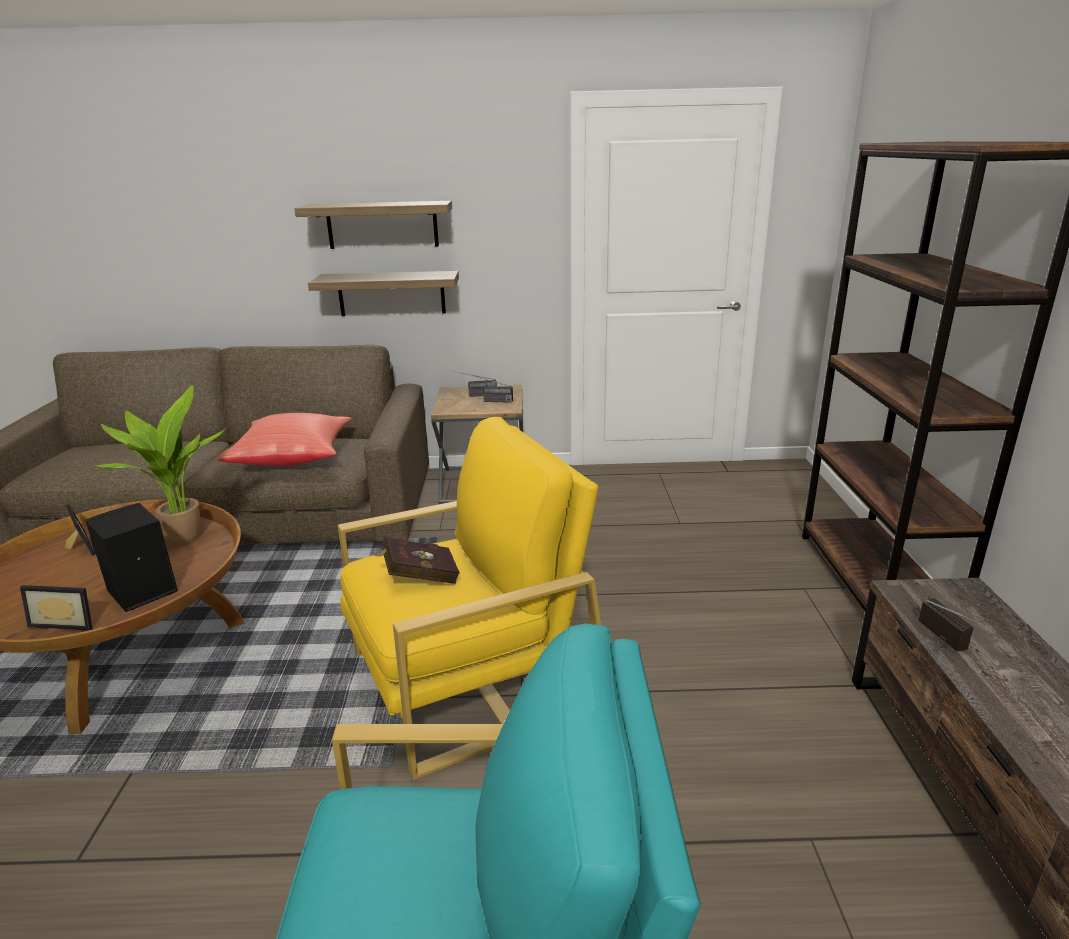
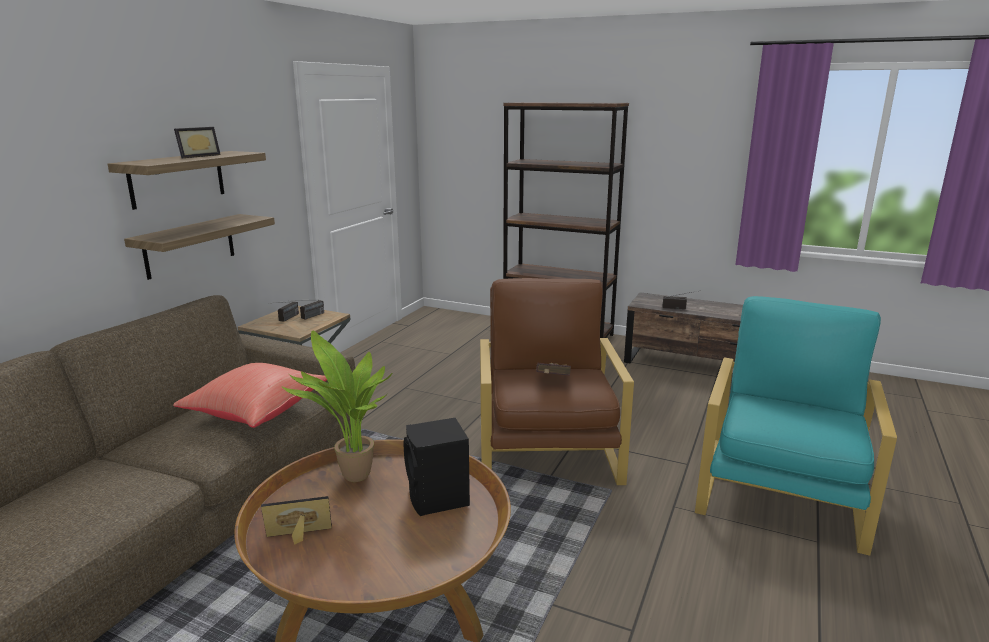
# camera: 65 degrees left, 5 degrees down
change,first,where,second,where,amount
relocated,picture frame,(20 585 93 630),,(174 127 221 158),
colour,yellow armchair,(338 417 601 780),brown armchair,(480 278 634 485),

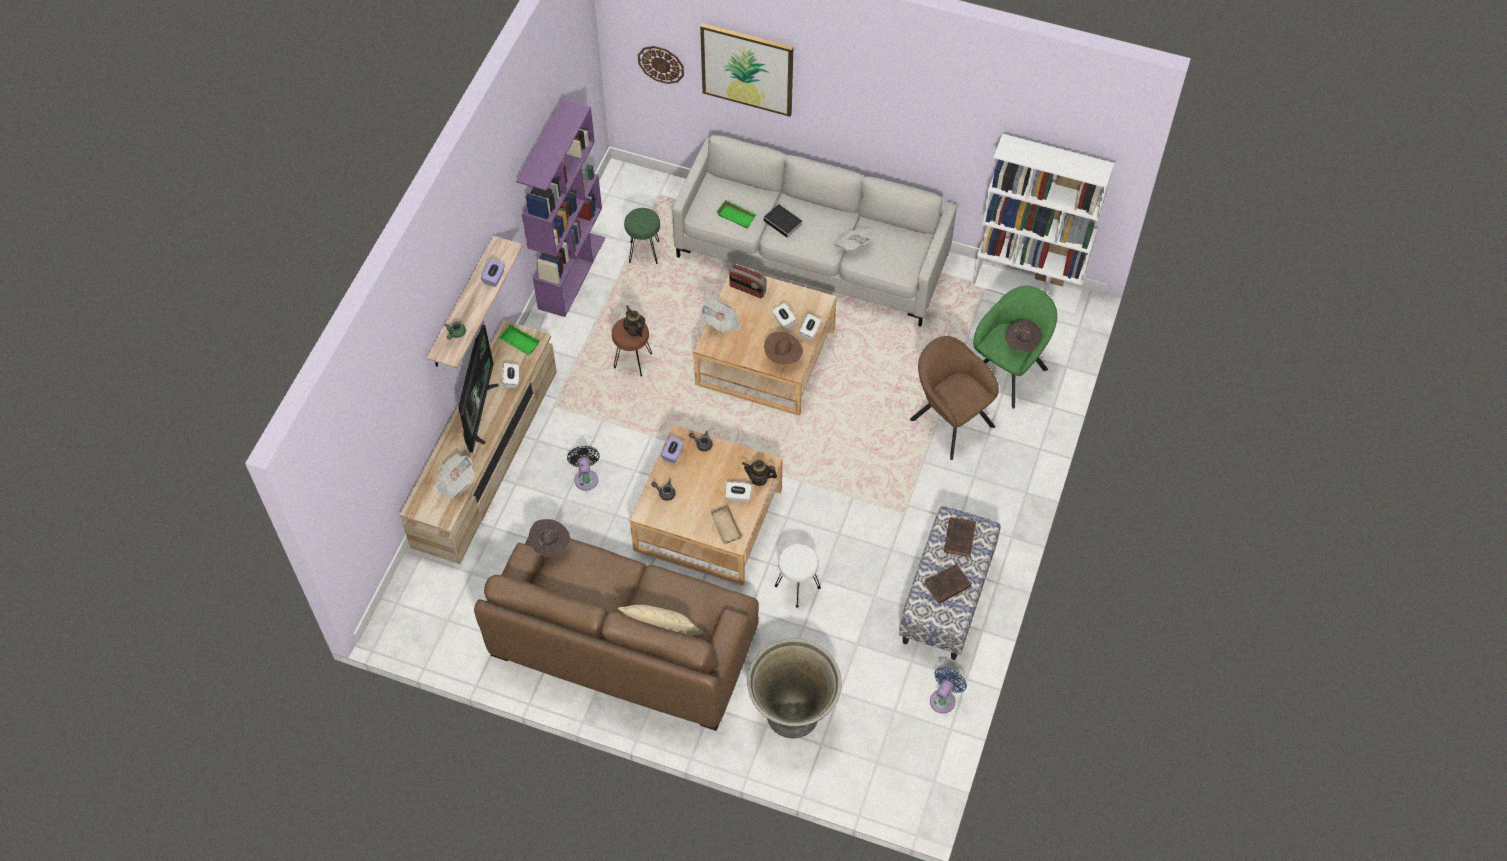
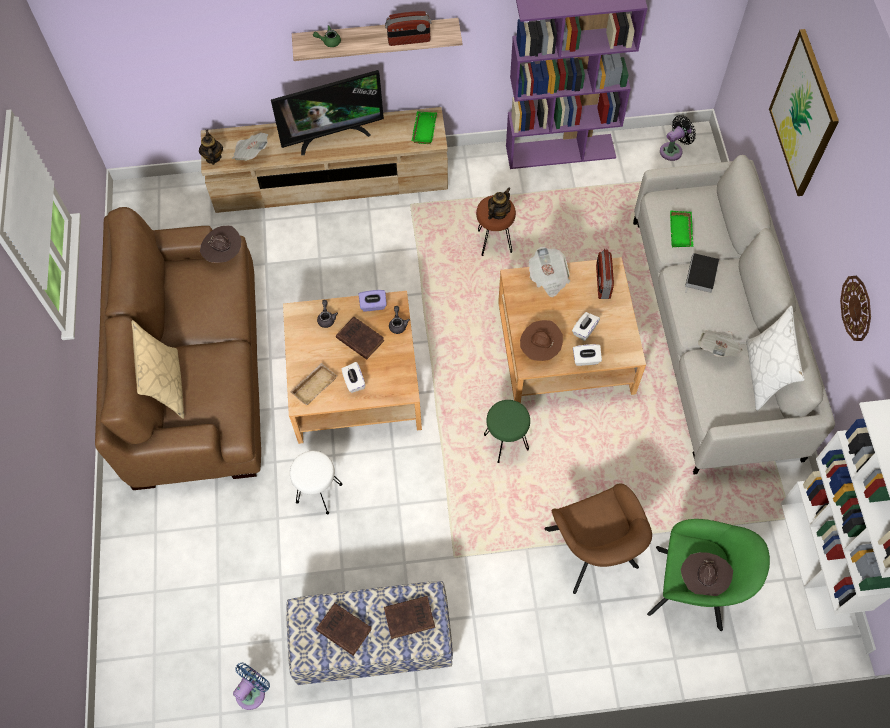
# camera: 65 degrees right, 5 degrees up
change,first,where,second,where,amount
relocated,teapot,(742 460 777 486),,(199 130 223 165),
spun,blue fan,(930 667 967 714),,(233 662 270 710),60 degrees counterclockwise
appeared,,,brown book,(336 317 384 360),
exchanged,purple tissue box,(481 259 505 287),radio,(385 11 431 46),
relocated,green stool,(624 208 660 264),,(484 400 530 463),
spun,brown armchair,(910 336 999 460),,(545 483 652 594),135 degrees clockwise
relocated,black fan,(567 446 600 491),,(660 115 696 161),
appeared,,,white pillow,(746 306 805 411),
relocated,wall clock,(638 46 684 84),,(840 276 871 341),
missing,white tissue box,(502 363 519 388),,,
missing,grey planter,(747 639 842 739),,,

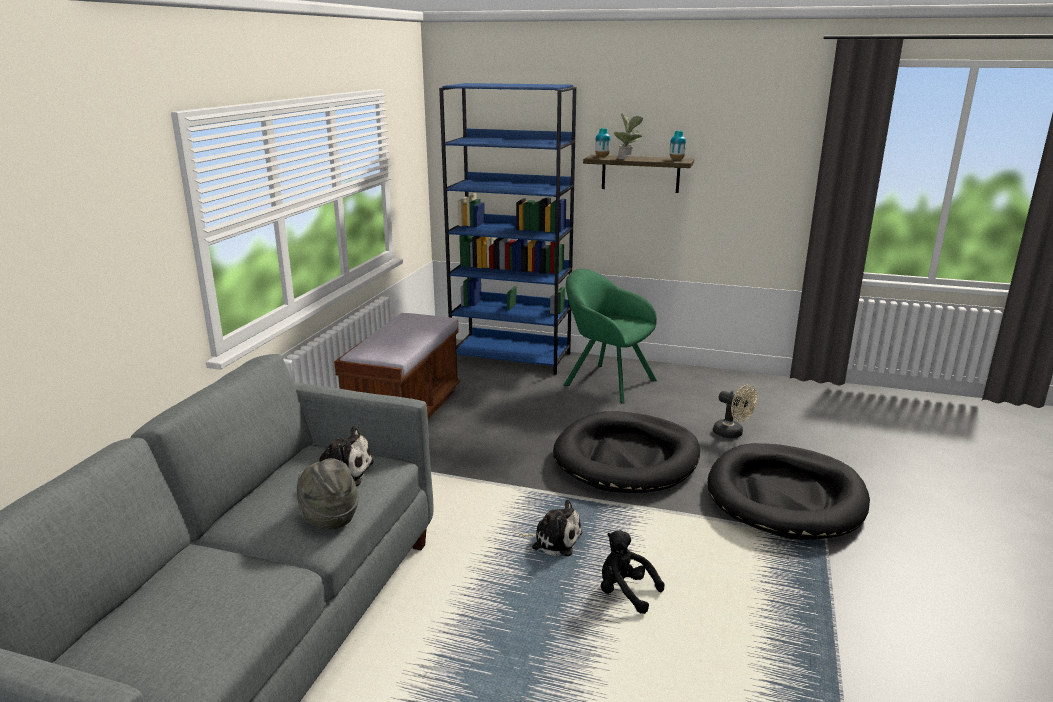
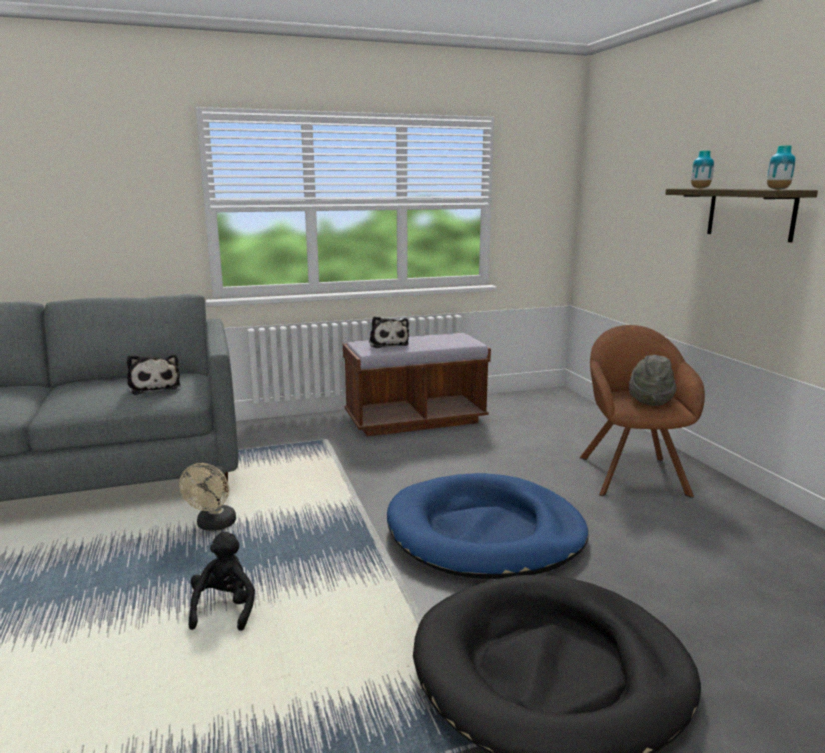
# camera: 55 degrees right, 5 degrees down
change,first,where,second,where,amount
relocated,beige fan,(713 385 757 438),,(179 463 236 531),
relocated,plush toy,(517 499 582 556),,(369 316 409 348),
colour,black dog bed,(553 411 700 493),blue dog bed,(387 473 589 579),
colour,green armchair,(563 269 657 404),brown armchair,(580 325 705 498),
relocated,grey hat,(297 458 359 530),,(629 355 677 406),
missing,blue bookcase,(439 83 577 375),,,
missing,potted plant,(614 114 643 159),,,

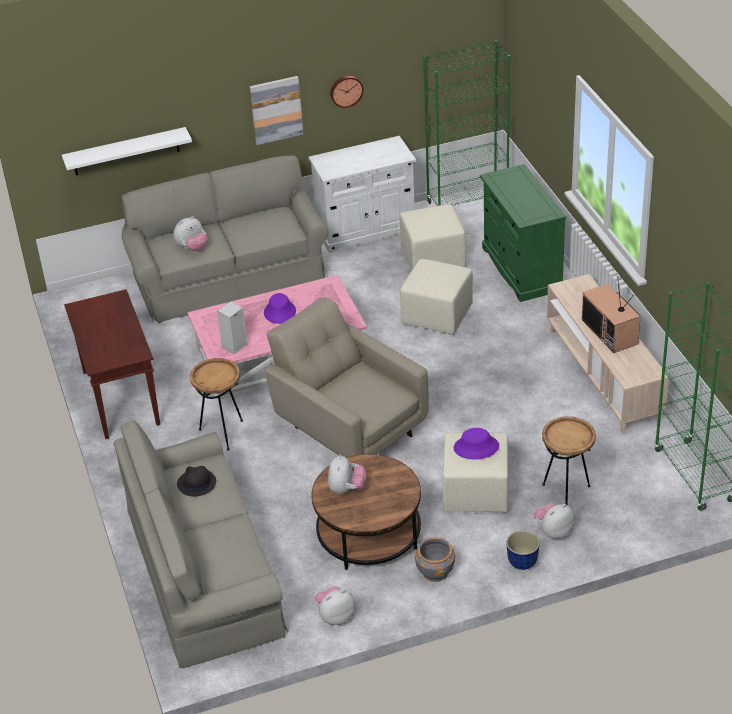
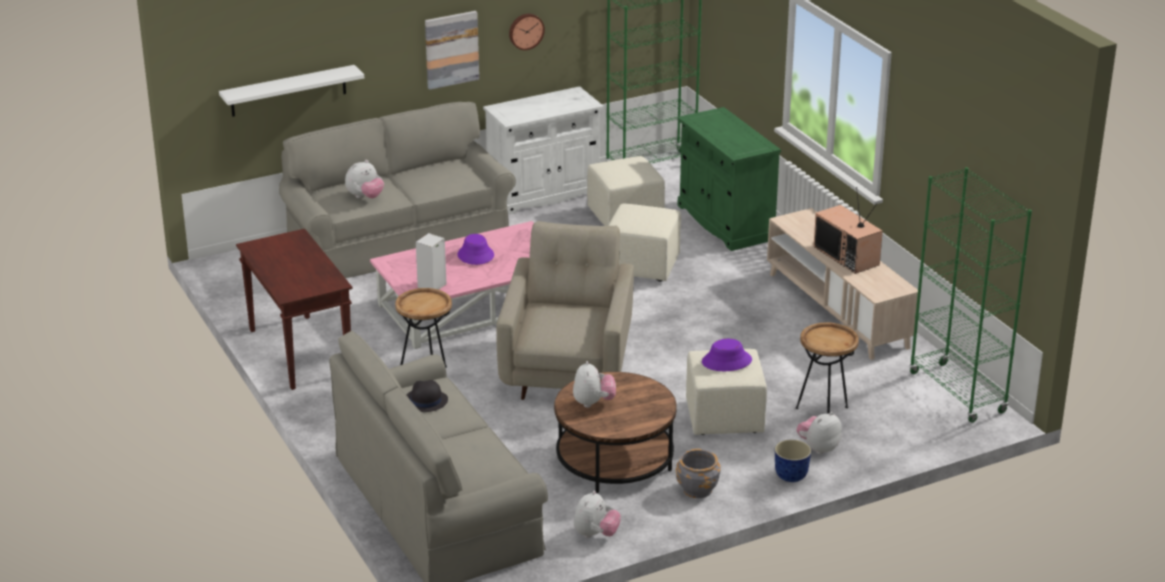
# camera: 10 degrees left, 10 degrees down
change,first,where,second,where,amount
spun,beige armchair,(265 297 429 457),,(496 221 634 400),60 degrees clockwise
spun,plush toy,(315 586 355 625),,(574 491 621 538),150 degrees clockwise

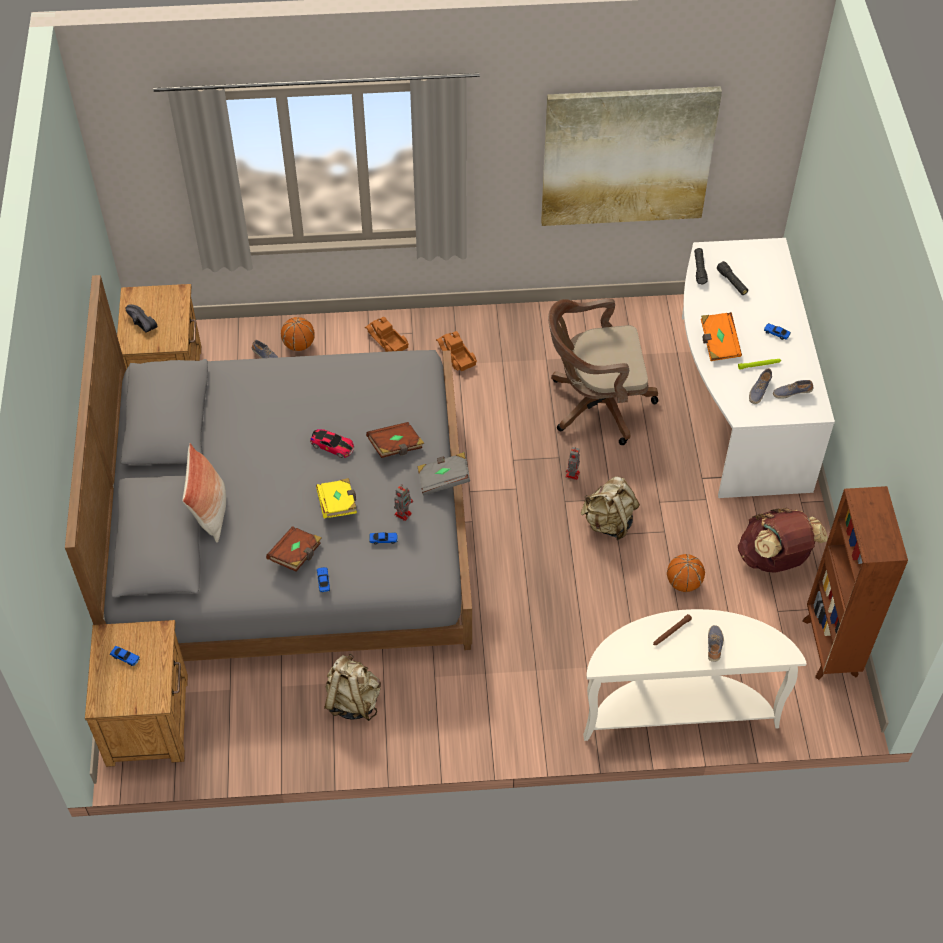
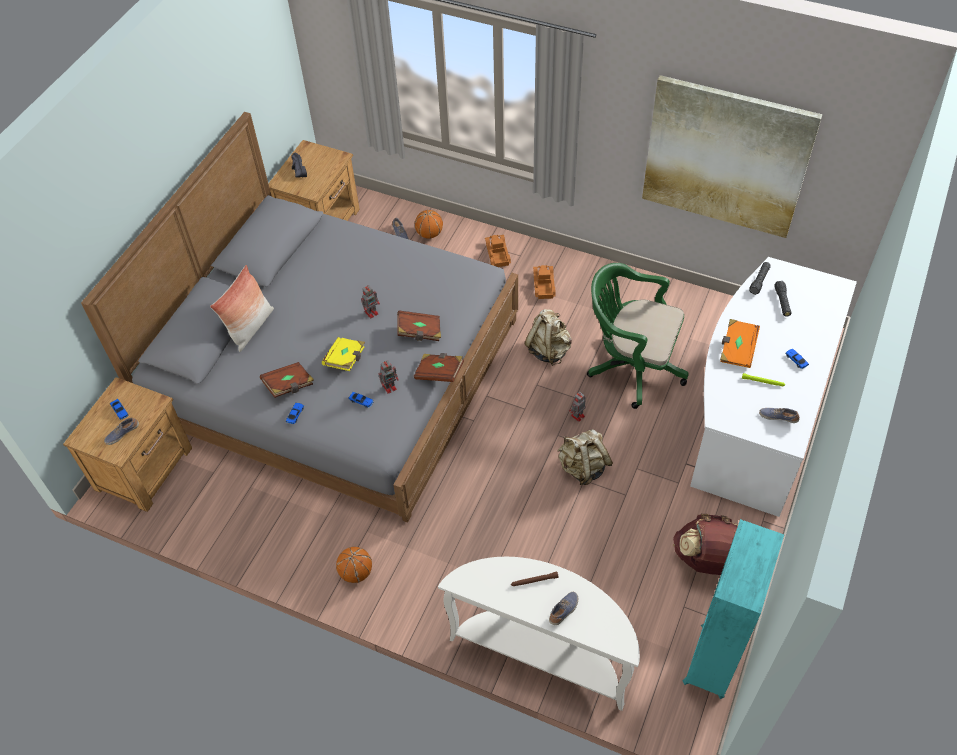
# camera: 30 degrees right, 0 degrees up
change,first,where,second,where,amount
relocated,shoe,(749 368 772 404),,(104 417 139 445),
relocated,basketball,(667 554 705 592),,(336 547 372 583),
exchanged,toy car,(310 429 354 458),toy robot,(361 285 380 318),
colour,grey book,(418 452 470 495),brown book,(414 353 464 382),
relocated,beige backpack,(324 654 381 721),,(525 309 572 366),
colour,brown office chair,(548 298 658 445),green office chair,(587 263 689 409),
colour,brown bookcase,(802 486 908 680),turquoise bookcase,(683 519 784 699),

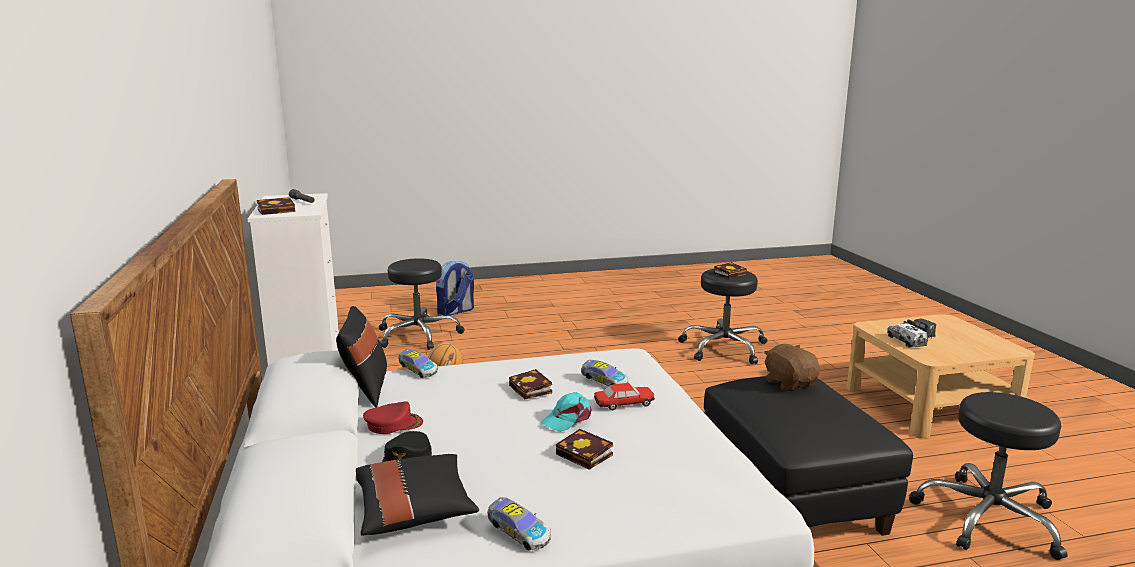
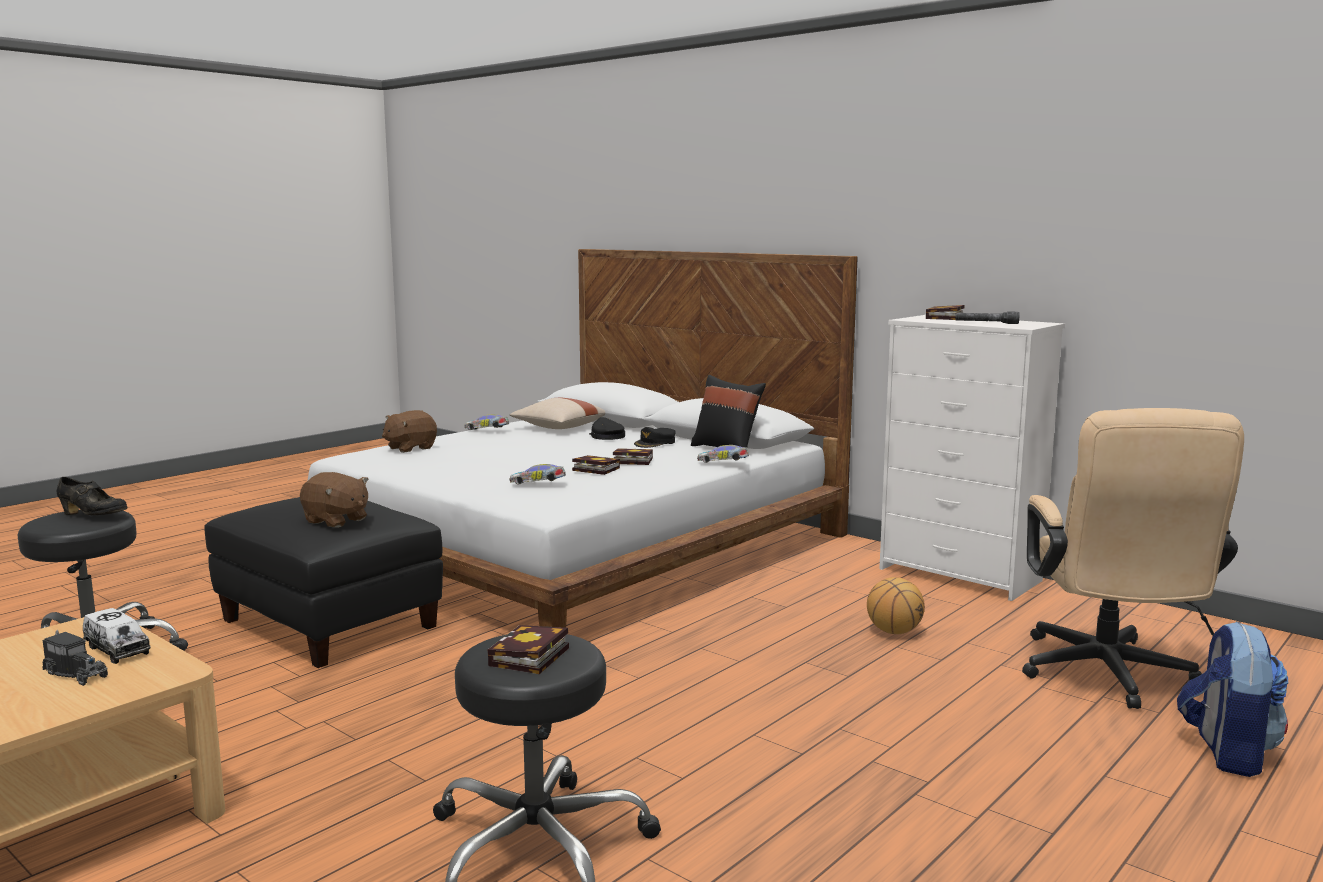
# camera: 145 degrees right, 5 degrees down
change,first,where,second,where,amount
appeared,,,black shoe,(57 477 127 515),
appeared,,,brown plush toy,(382 410 437 453),
colour,black pillow,(356 454 479 536),beige pillow,(510 398 605 429),
relocated,book,(556 429 613 470),,(613 448 653 465),
colour,red cap,(363 401 423 434),black cap,(634 427 676 448),
exchanged,black stool,(379 259 464 350),beige office chair,(1022 408 1244 709),
missing,turquoise cap,(541 392 592 432),,,
missing,toy car,(594 383 655 410),,,

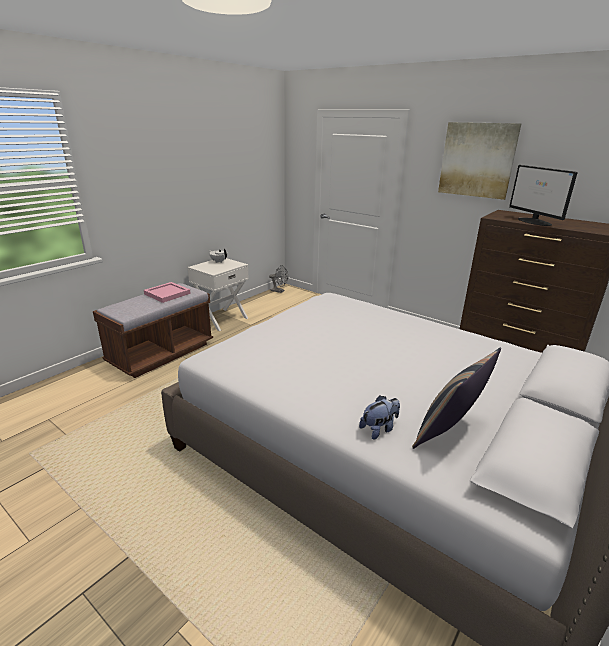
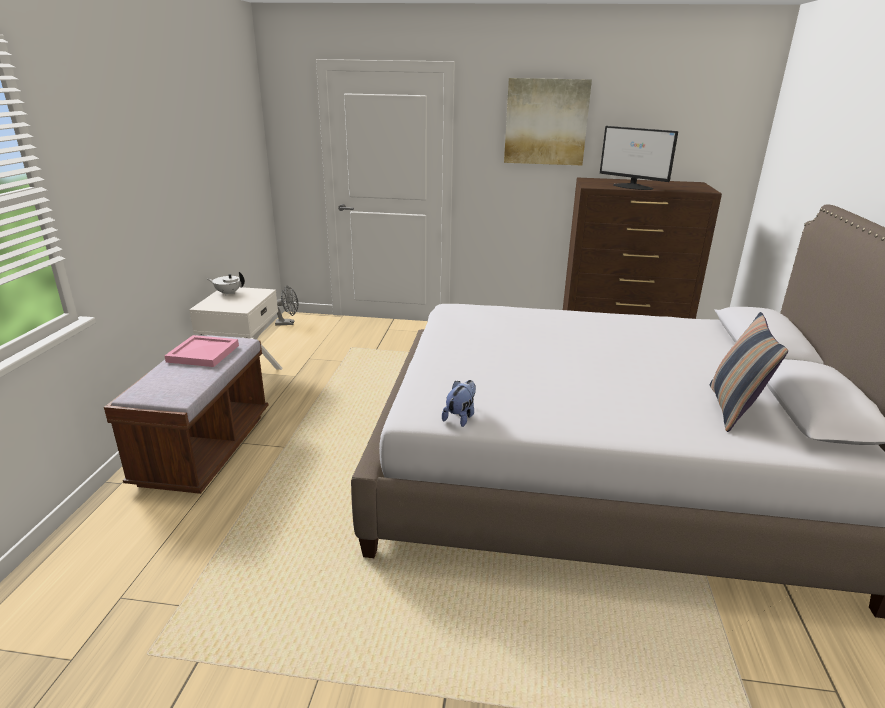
# camera: 30 degrees left, 0 degrees up
change,first,where,second,where,amount
relocated,plush toy,(359 395 400 440),,(442 380 476 427),

